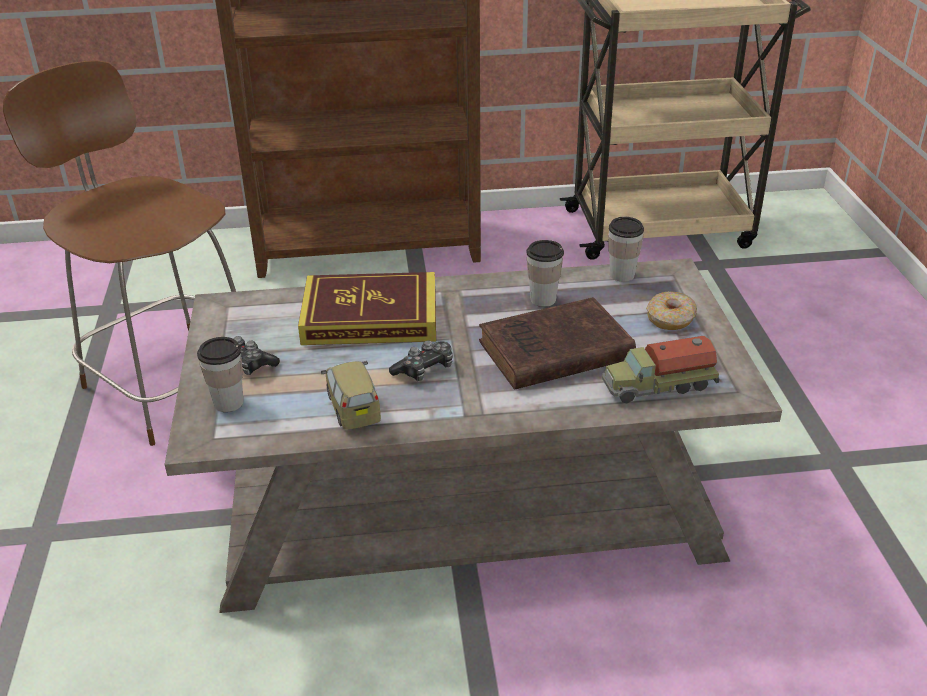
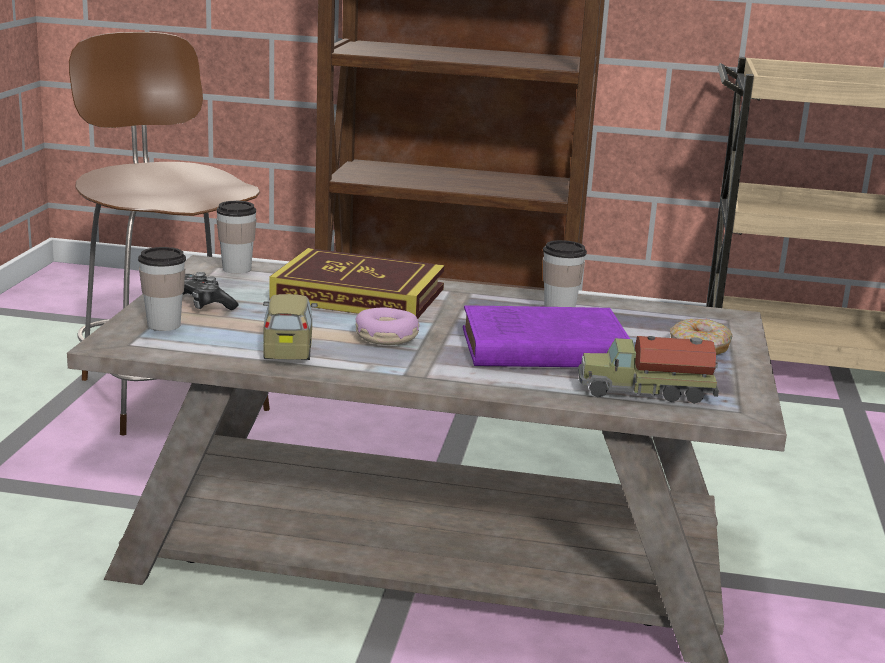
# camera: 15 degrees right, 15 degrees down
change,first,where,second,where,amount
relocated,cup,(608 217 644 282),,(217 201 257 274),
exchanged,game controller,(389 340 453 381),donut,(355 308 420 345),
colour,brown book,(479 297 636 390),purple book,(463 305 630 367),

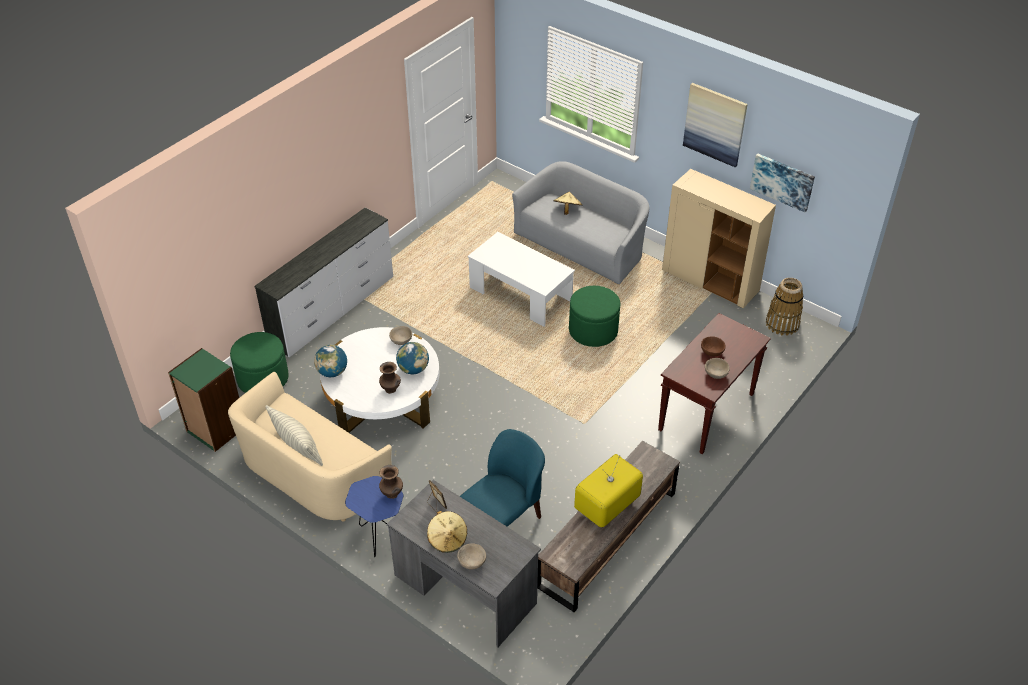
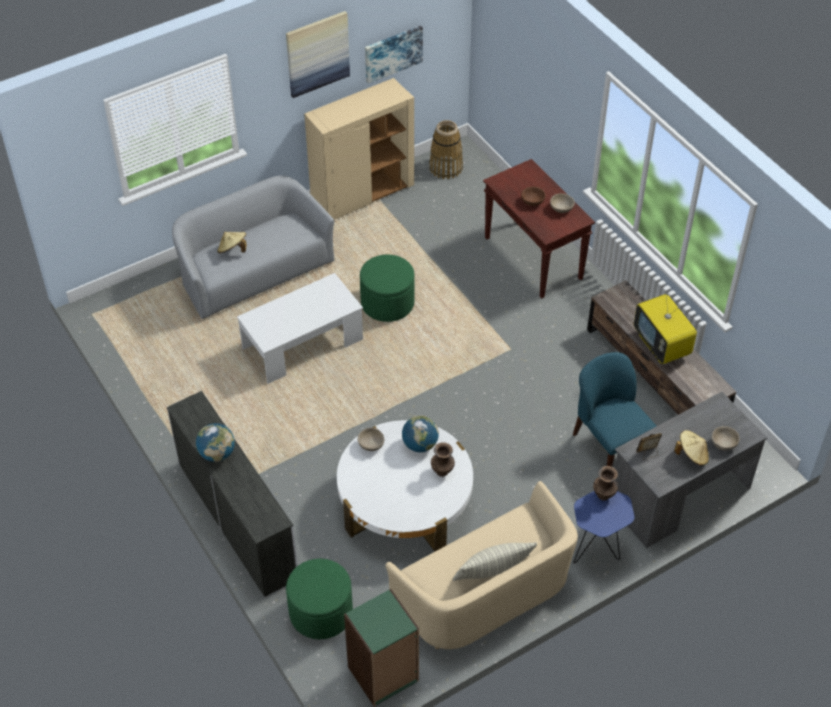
# camera: 70 degrees left, 5 degrees up
change,first,where,second,where,amount
relocated,globe,(314 345 347 377),,(196 423 235 462),

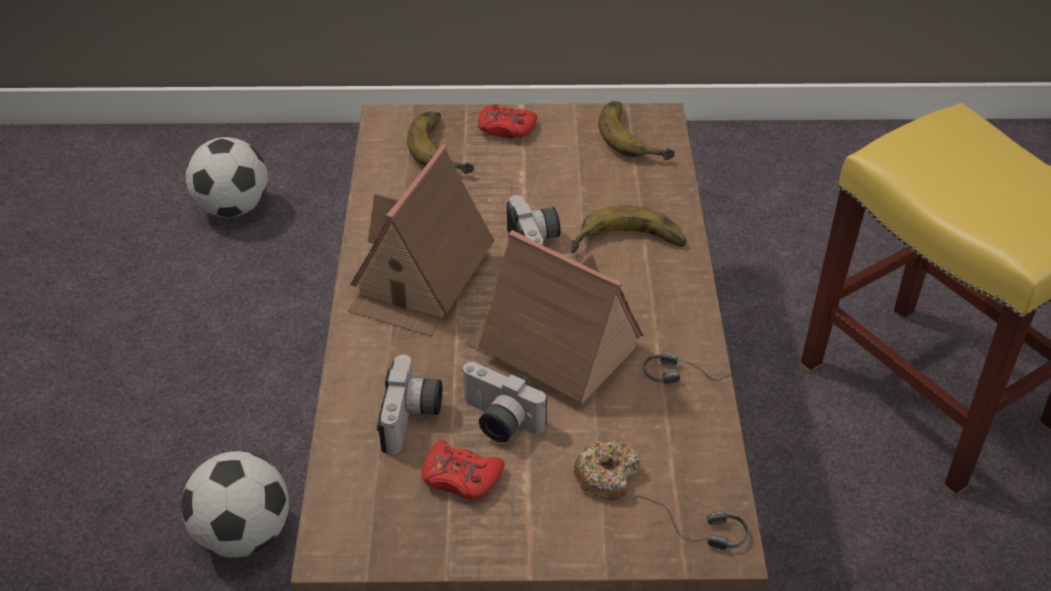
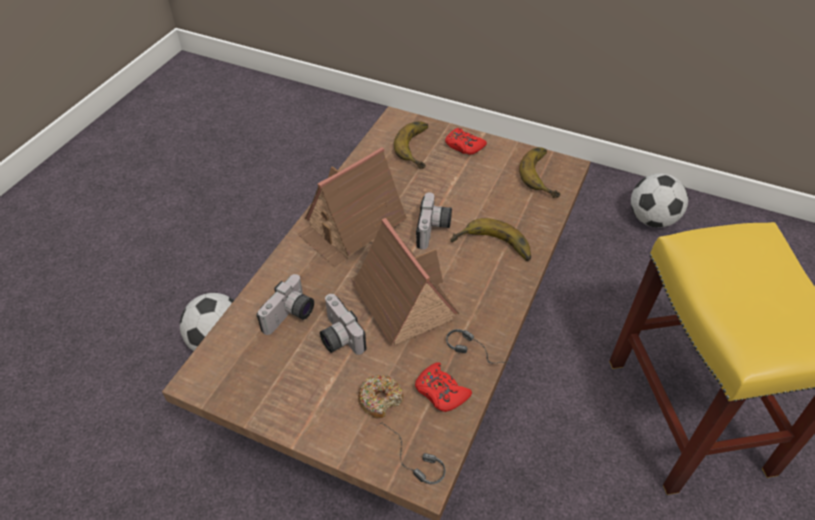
# camera: 25 degrees right, 5 degrees up
change,first,where,second,where,amount
relocated,red game controller,(421 440 505 499),,(415 362 472 412),
relocated,football,(186 137 268 217),,(631 173 688 228),

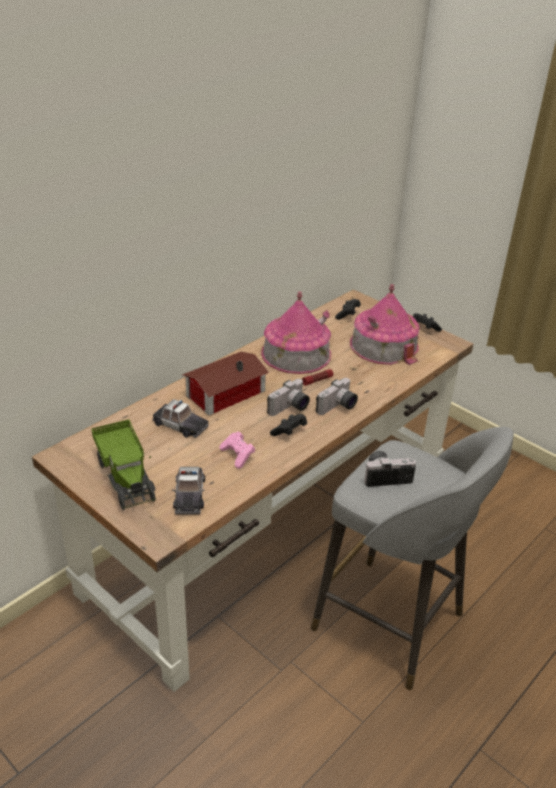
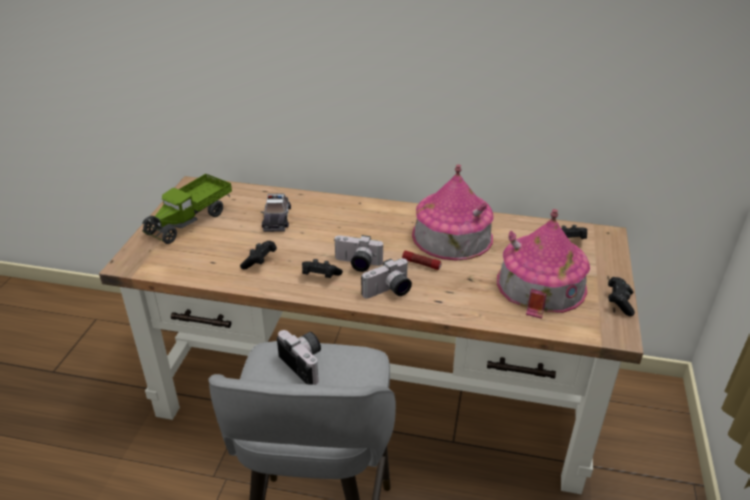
# camera: 60 degrees right, 0 degrees up
change,first,where,second,where,amount
colour,pink game controller,(219 431 255 469),black game controller,(240 241 277 269),
spun,photo camera,(316 378 358 415),,(361 258 412 298),45 degrees counterclockwise
missing,toy car,(172 467 205 515),,,
missing,toy house,(182 352 269 415),,,

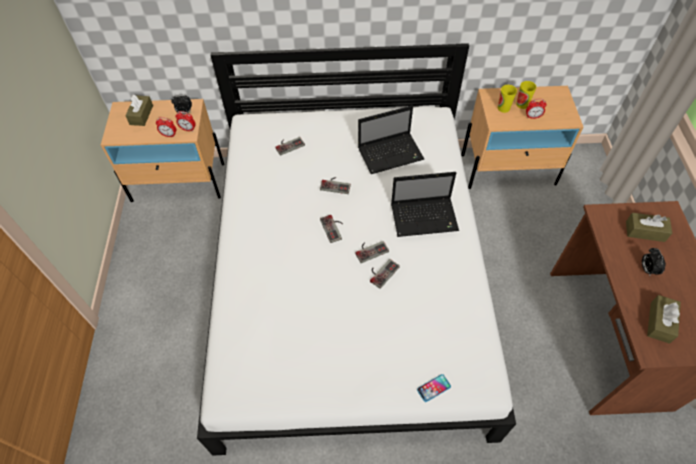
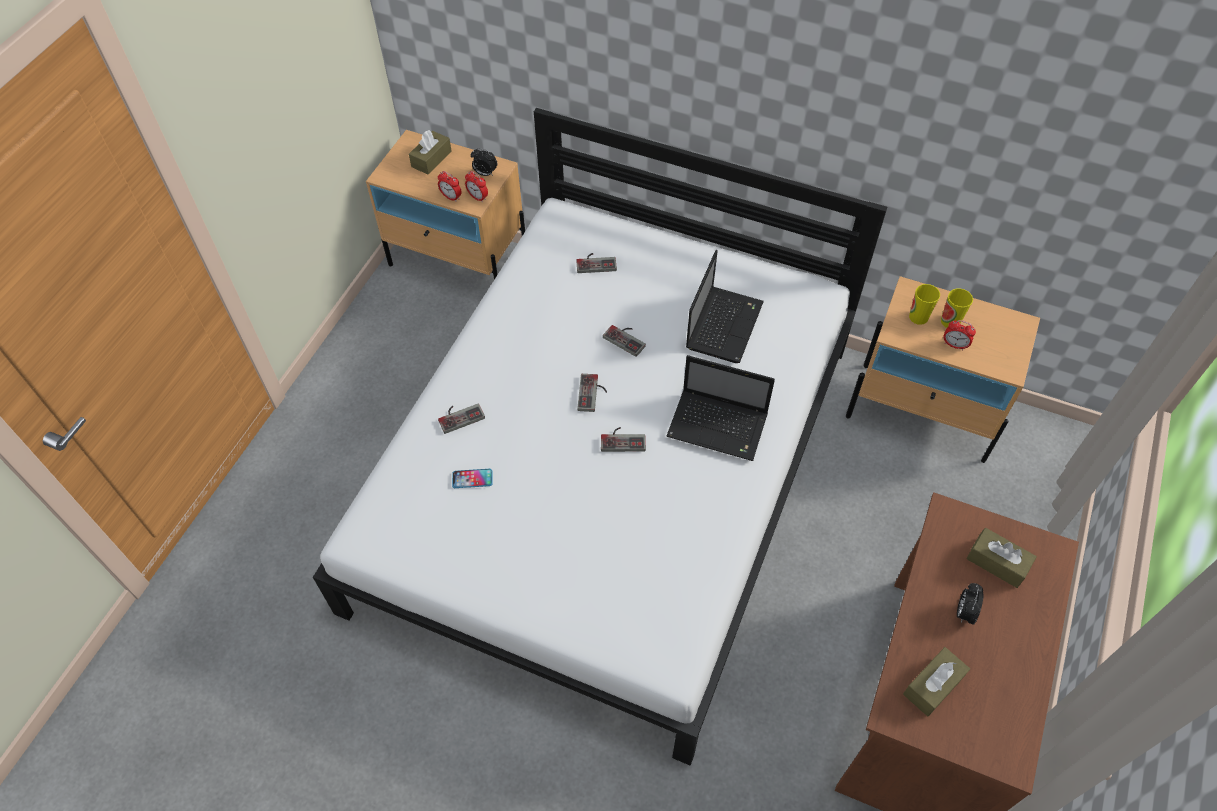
# camera: 25 degrees right, 0 degrees up
change,first,where,second,where,amount
relocated,game controller,(370 259 400 289),,(438 403 485 434),
relocated,phone,(417 374 451 402),,(452 469 492 488),
spun,laptop,(358 106 424 174),,(686 250 764 363),75 degrees counterclockwise

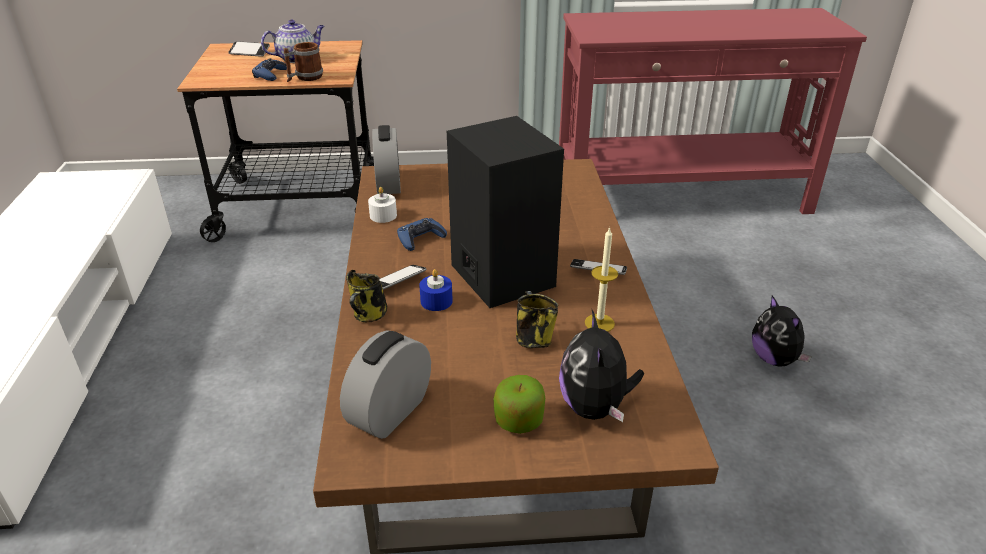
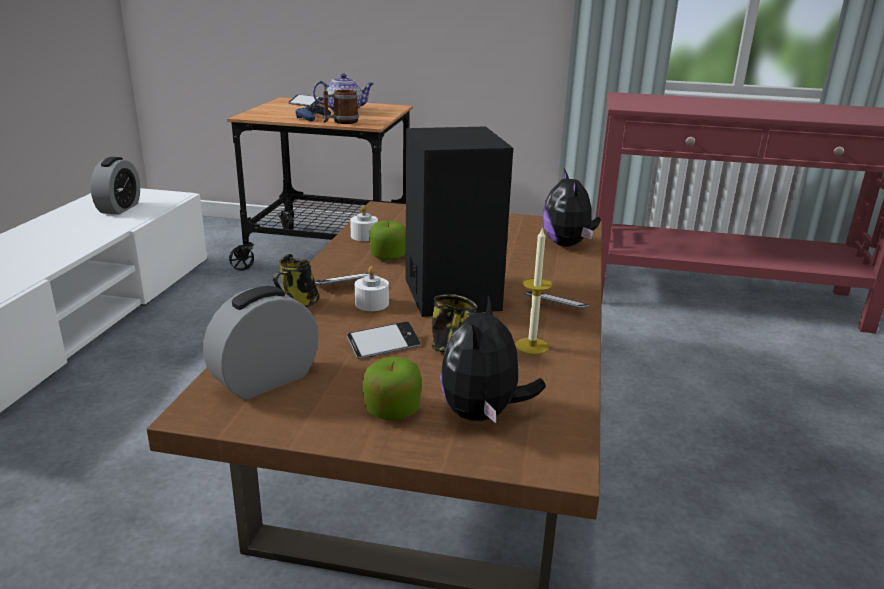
# camera: 15 degrees right, 10 degrees down
change,first,where,second,where,amount
relocated,alarm clock,(372 125 401 194),,(91 157 140 215),
appeared,,,phone,(347 321 421 359),
colour,blue candle,(419 269 453 311),white candle,(355 266 389 311),
exchanged,blue game controller,(397 218 447 251),apple,(369 221 406 260),
relocated,plush toy,(752 295 812 367),,(543 169 601 247),

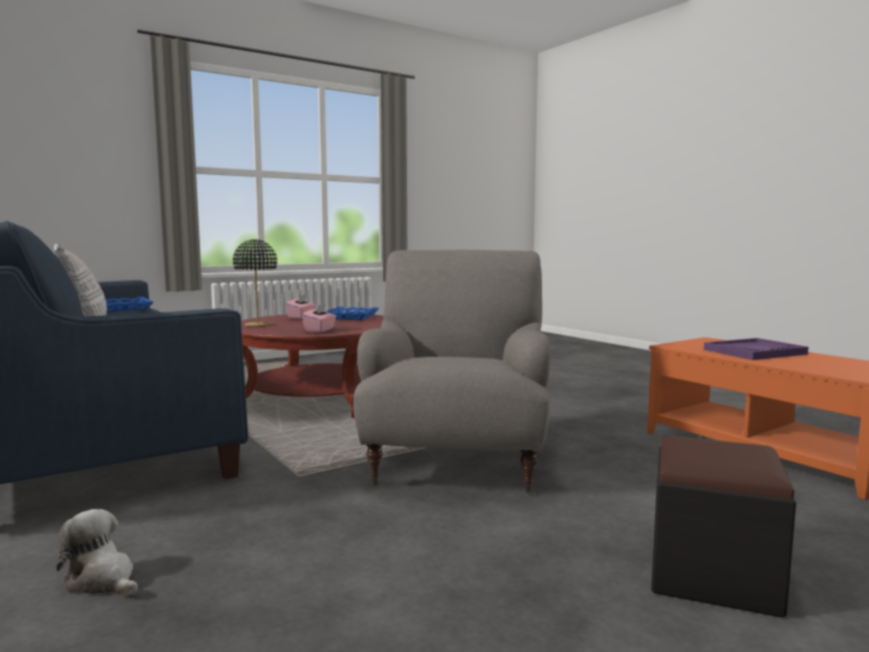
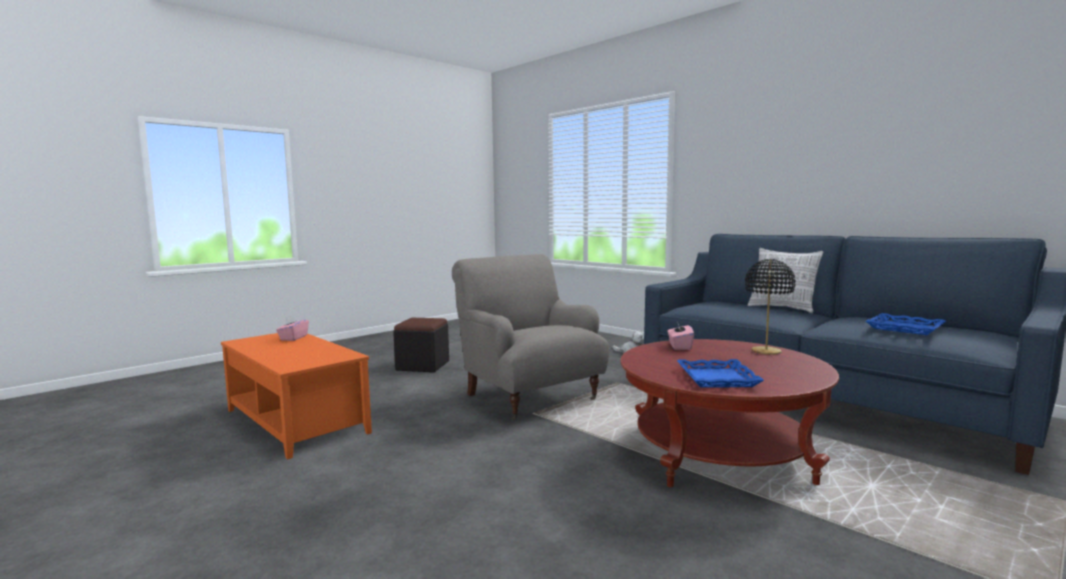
# camera: 170 degrees right, 0 degrees up
change,first,where,second,where,amount
relocated,pink tissue box,(285 294 316 319),,(276 315 309 341),
spun,grey armchair,(353 250 551 493),,(452 254 609 420),150 degrees clockwise
missing,purple tray,(704 338 808 360),,,

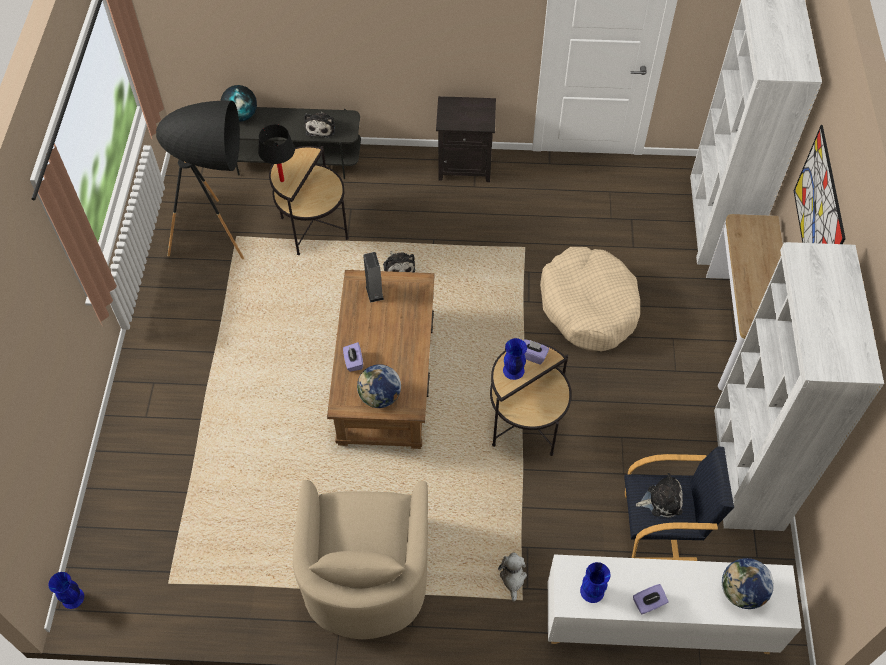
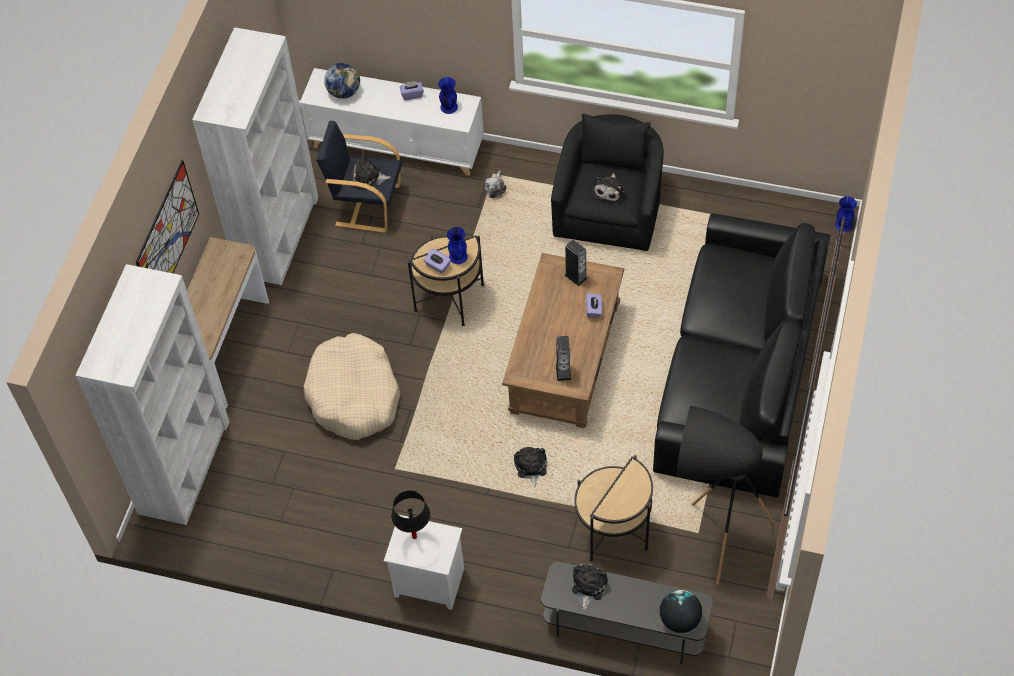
# camera: 165 degrees left, 0 degrees up
change,first,where,second,where,amount
colour,black nightstand,(436 96 496 182),white nightstand,(384 515 464 610),
relocated,black table lamp,(258 124 295 182),,(391 490 430 539),
colour,beige armchair,(293 480 428 639),black armchair,(551 113 664 251),
exchanged,globe,(357 364 401 408),speaker,(565 240 588 286),
appeared,,,plush toy,(593 173 624 203),
appeared,,,black sofa,(653 213 830 498),

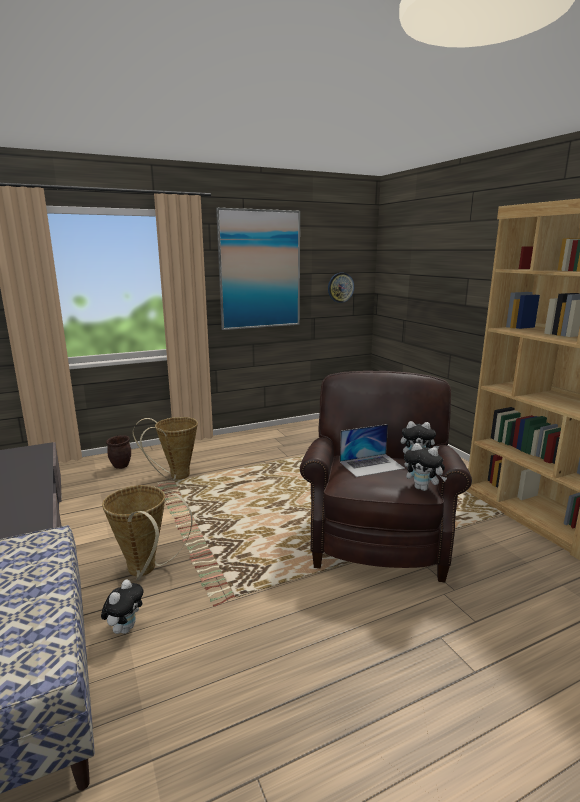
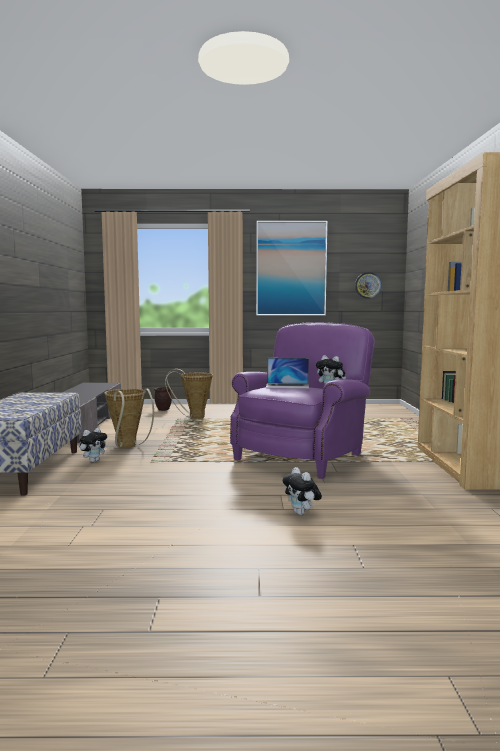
# camera: 25 degrees right, 10 degrees down
change,first,where,second,where,amount
colour,brown armchair,(300 371 472 582),purple armchair,(230 322 375 479),
relocated,plush toy,(404 443 447 491),,(282 467 322 515),

